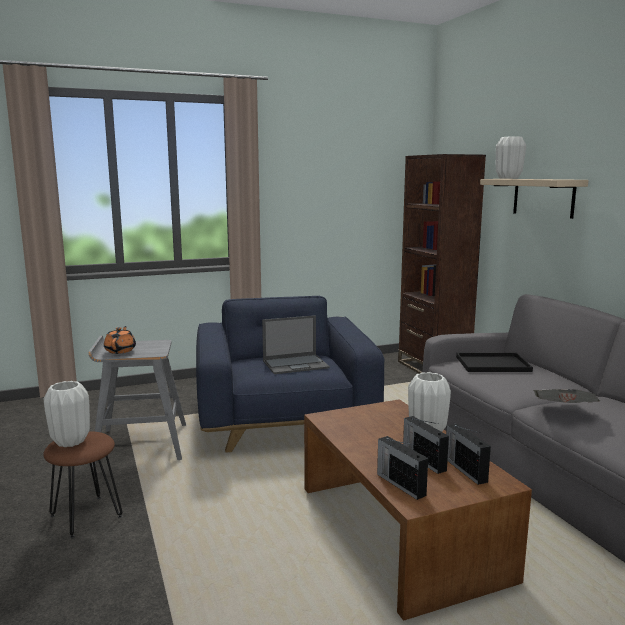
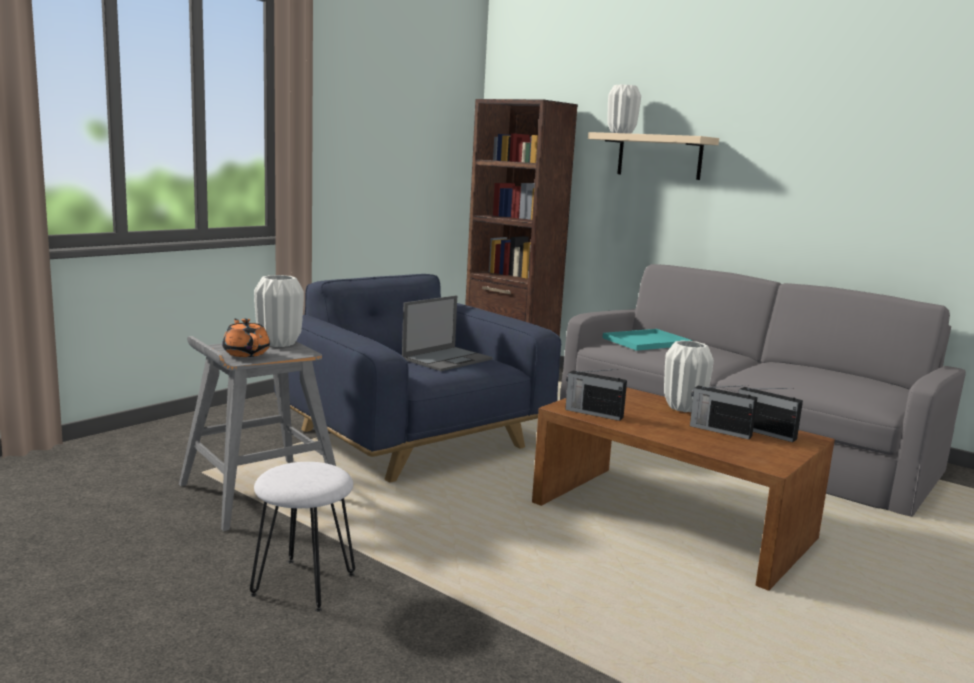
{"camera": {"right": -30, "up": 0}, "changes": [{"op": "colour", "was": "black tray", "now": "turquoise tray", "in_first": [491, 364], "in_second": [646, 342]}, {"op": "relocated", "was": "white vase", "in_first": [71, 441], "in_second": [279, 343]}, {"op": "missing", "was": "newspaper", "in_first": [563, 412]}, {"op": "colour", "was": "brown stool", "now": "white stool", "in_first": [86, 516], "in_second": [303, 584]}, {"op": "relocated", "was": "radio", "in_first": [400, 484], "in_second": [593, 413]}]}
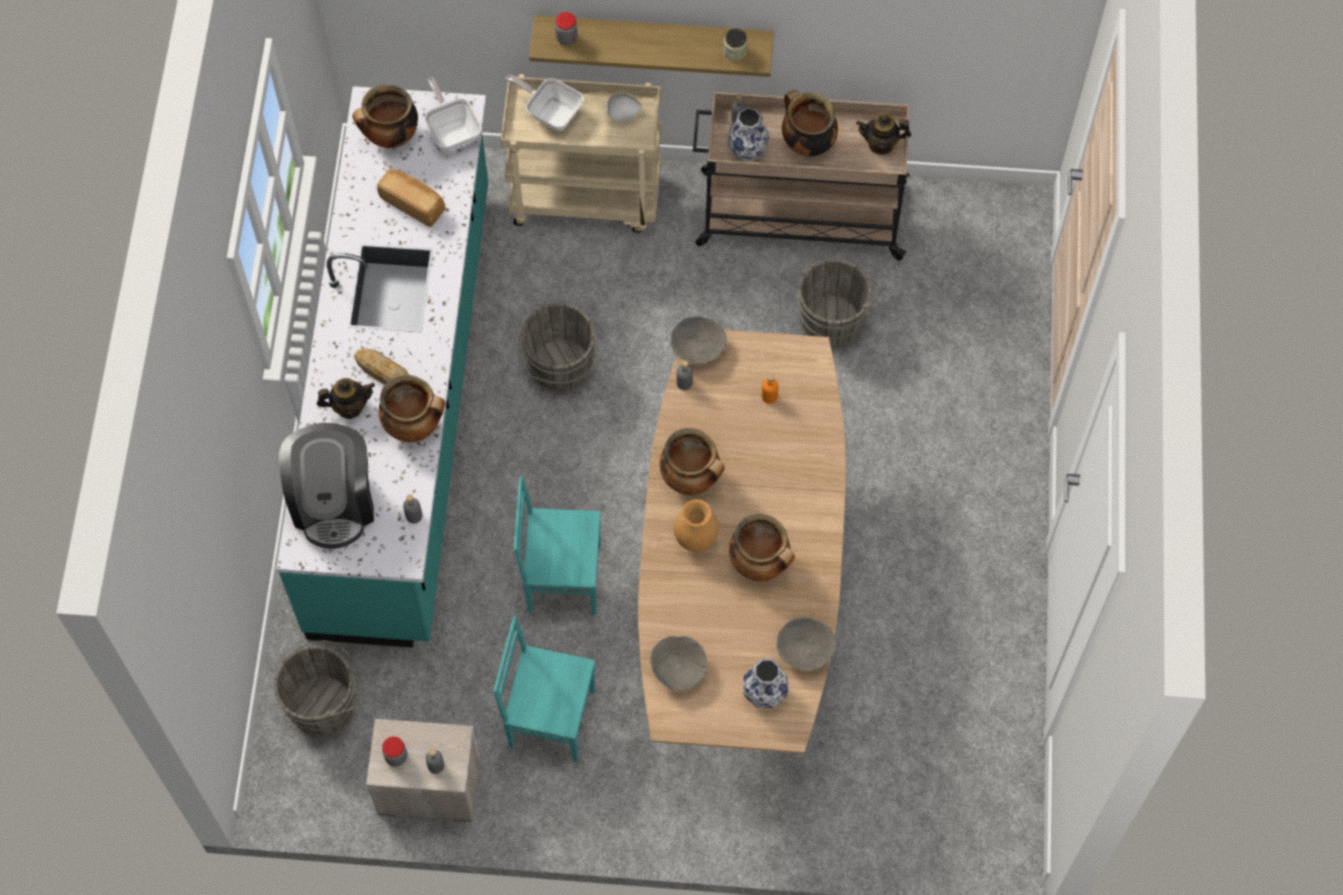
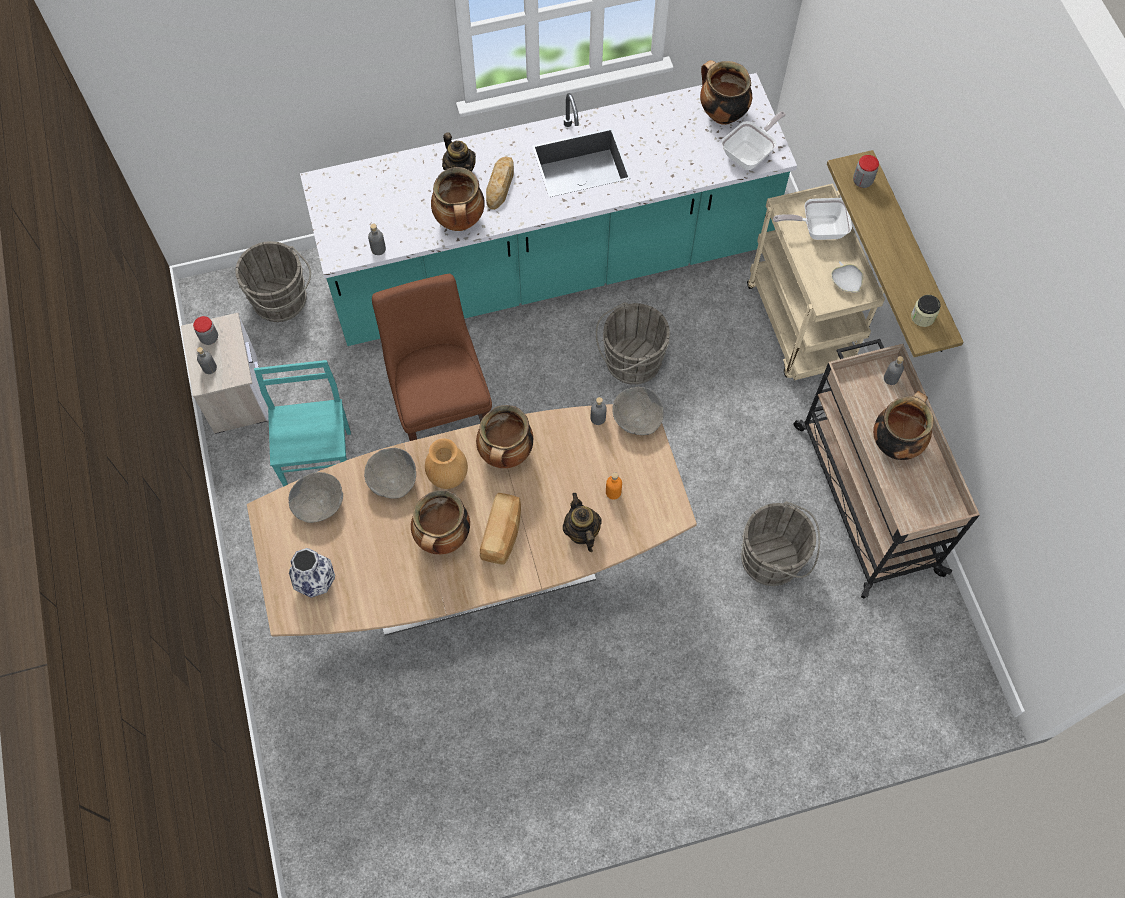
{"camera": {"right": 70, "up": 0}, "changes": [{"op": "spun", "was": "frying pan", "in_first": [551, 112], "in_second": [817, 229], "clockwise": -105}, {"op": "missing", "was": "vase", "in_first": [748, 151]}, {"op": "relocated", "was": "teapot", "in_first": [881, 144], "in_second": [581, 532]}, {"op": "relocated", "was": "bread", "in_first": [413, 203], "in_second": [503, 534]}, {"op": "missing", "was": "coffee machine", "in_first": [334, 501]}, {"op": "exchanged", "was": "turquoise chair", "now": "brown stool", "in_first": [562, 576], "in_second": [445, 427]}, {"op": "relocated", "was": "grey bowl", "in_first": [805, 650], "in_second": [393, 480]}]}
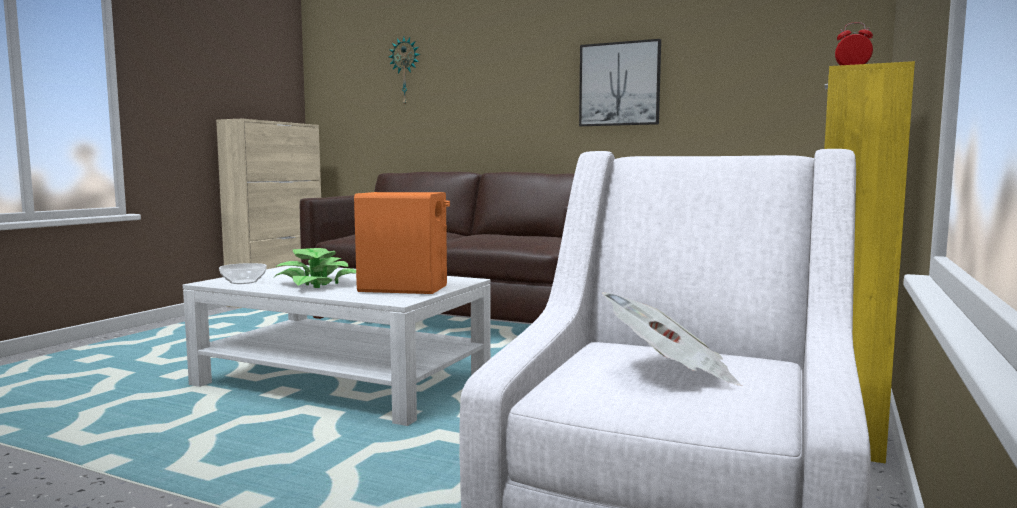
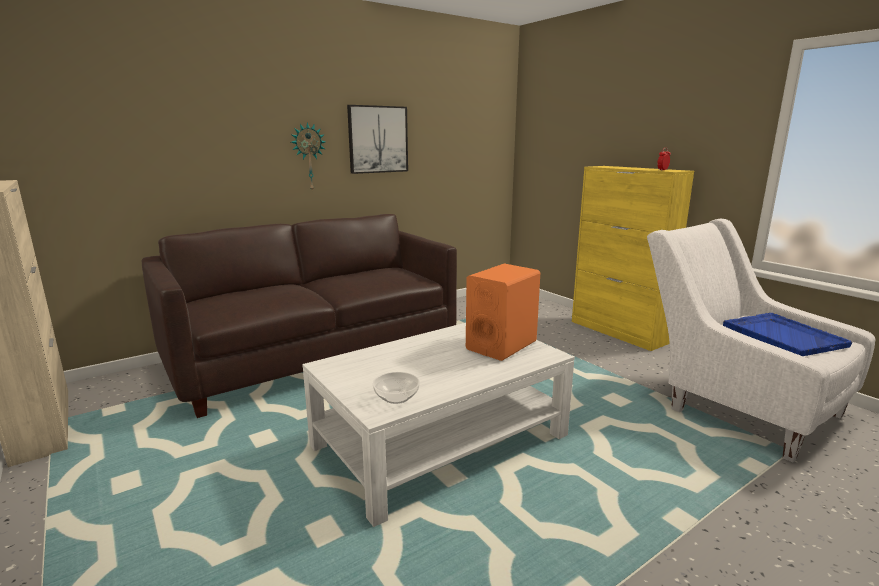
{"camera": {"right": -60, "up": 10}, "changes": [{"op": "relocated", "was": "wall clock", "in_first": [406, 71], "in_second": [308, 157]}, {"op": "missing", "was": "potted plant", "in_first": [318, 283]}, {"op": "exchanged", "was": "newspaper", "now": "blue tray", "in_first": [671, 373], "in_second": [782, 335]}]}
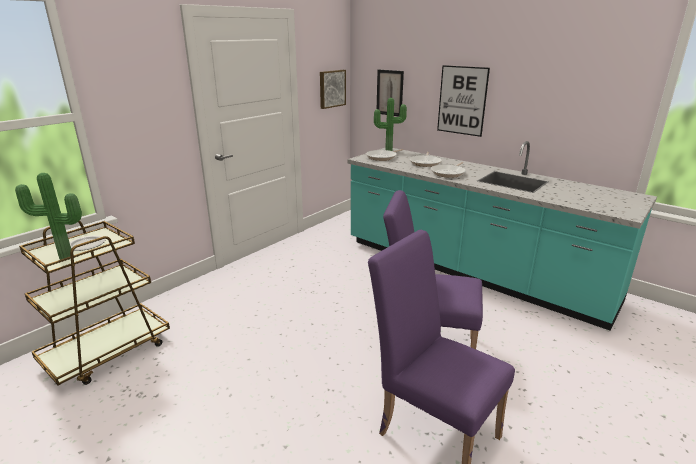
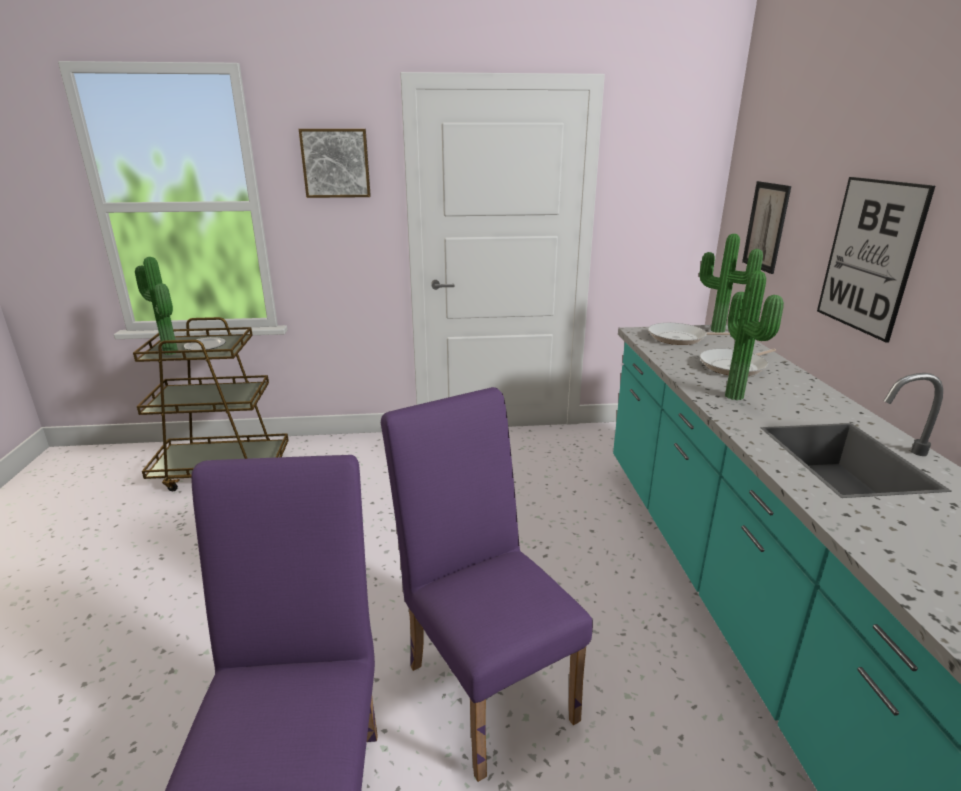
{"camera": {"right": 45, "up": 0}, "changes": [{"op": "relocated", "was": "picture", "in_first": [331, 88], "in_second": [336, 163]}, {"op": "exchanged", "was": "frying pan", "now": "potted plant", "in_first": [449, 173], "in_second": [737, 396]}]}
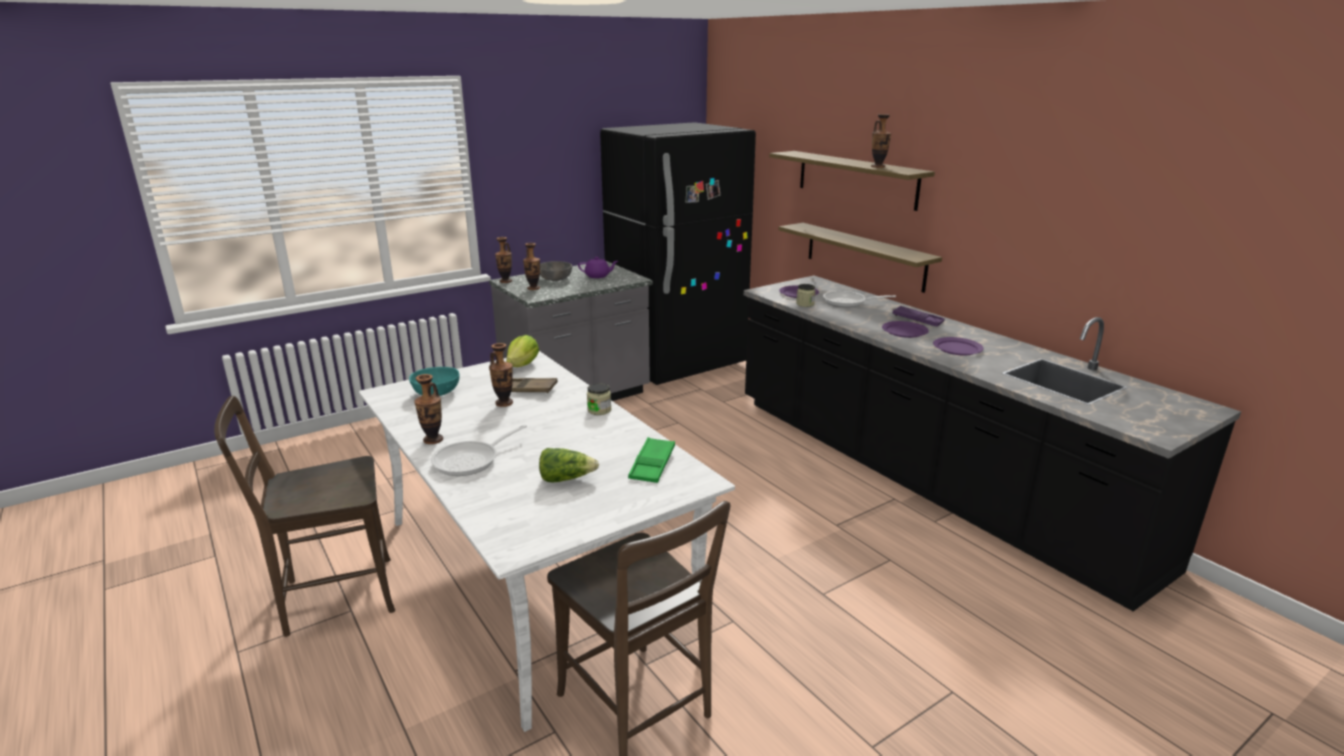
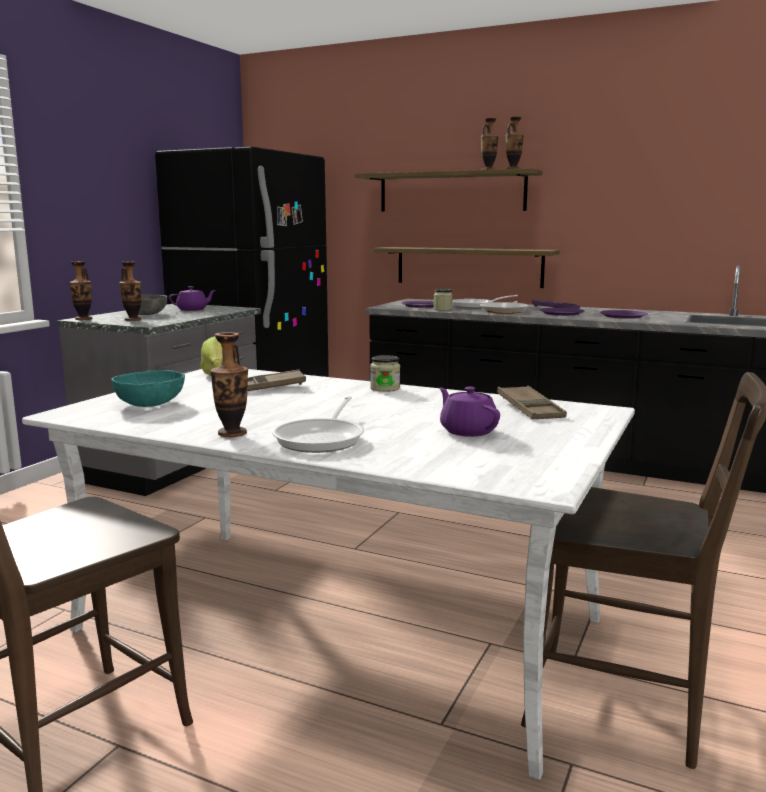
{"camera": {"right": -30, "up": -10}, "changes": [{"op": "relocated", "was": "vase", "in_first": [504, 403], "in_second": [513, 169]}, {"op": "colour", "was": "green tray", "now": "brown tray", "in_first": [652, 464], "in_second": [530, 409]}, {"op": "exchanged", "was": "lettuce", "now": "purple teapot", "in_first": [566, 479], "in_second": [468, 431]}, {"op": "appeared", "now": "frying pan", "in_second": [505, 311]}]}
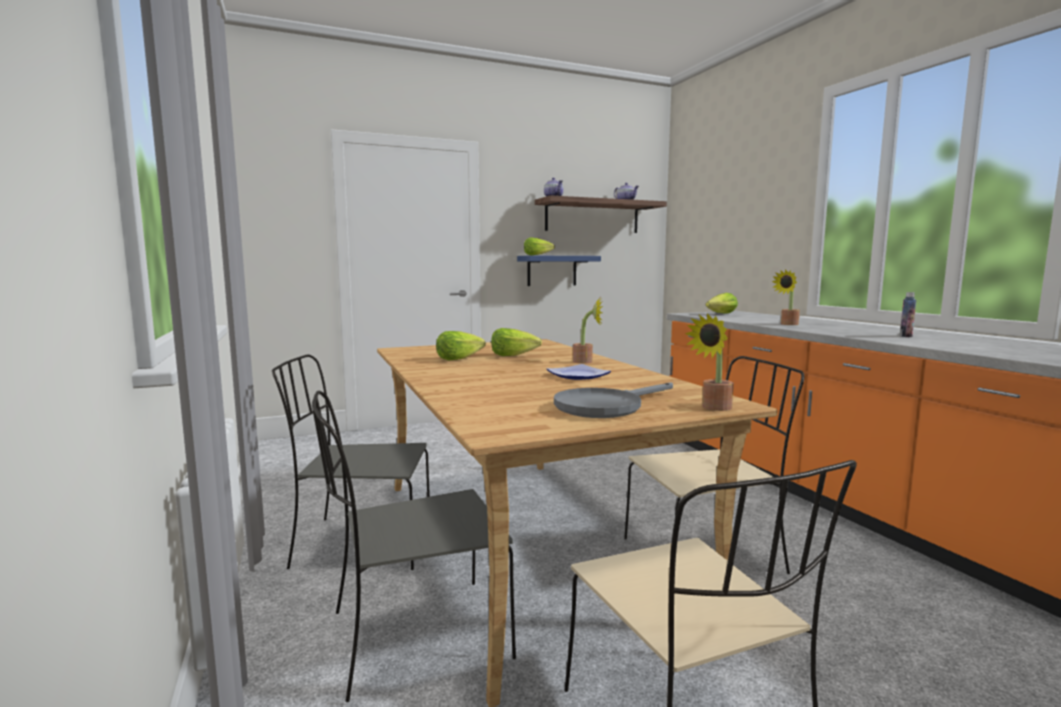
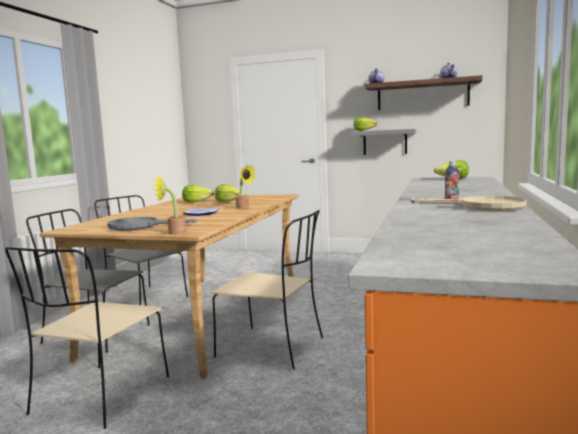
{"camera": {"right": 40, "up": 0}, "changes": [{"op": "colour", "was": "blue shelf", "now": "grey shelf", "in_first": [552, 270], "in_second": [385, 142]}, {"op": "missing", "was": "potted plant", "in_first": [787, 324]}, {"op": "appeared", "now": "beige frying pan", "in_second": [482, 207]}]}
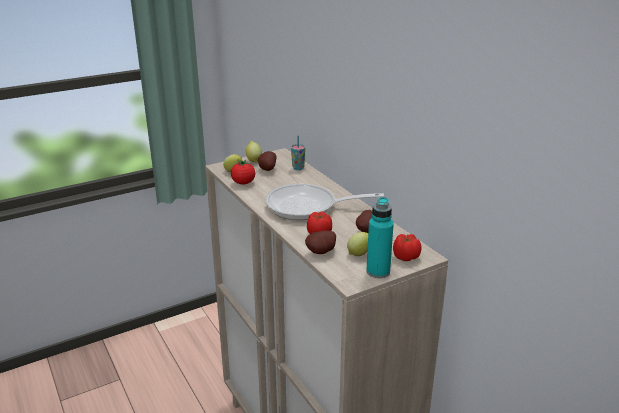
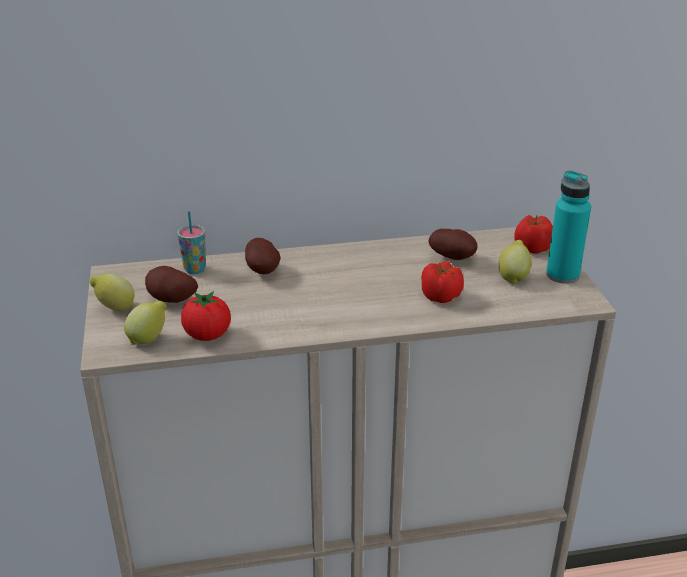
{"camera": {"right": -70, "up": 5}, "changes": [{"op": "missing", "was": "frying pan", "in_first": [307, 207]}, {"op": "relocated", "was": "potato", "in_first": [322, 252], "in_second": [263, 271]}]}
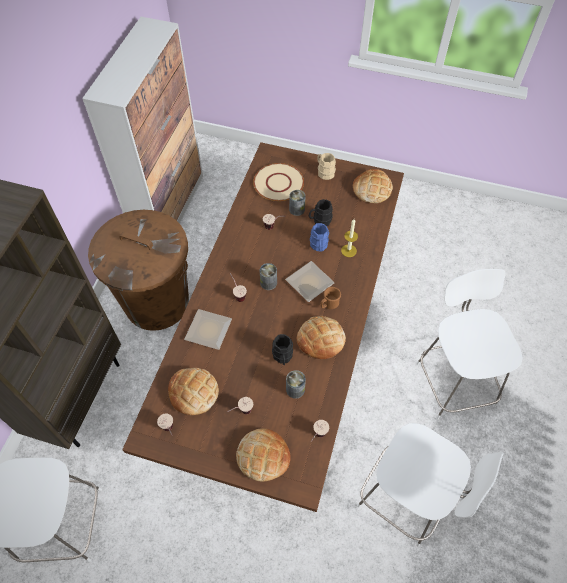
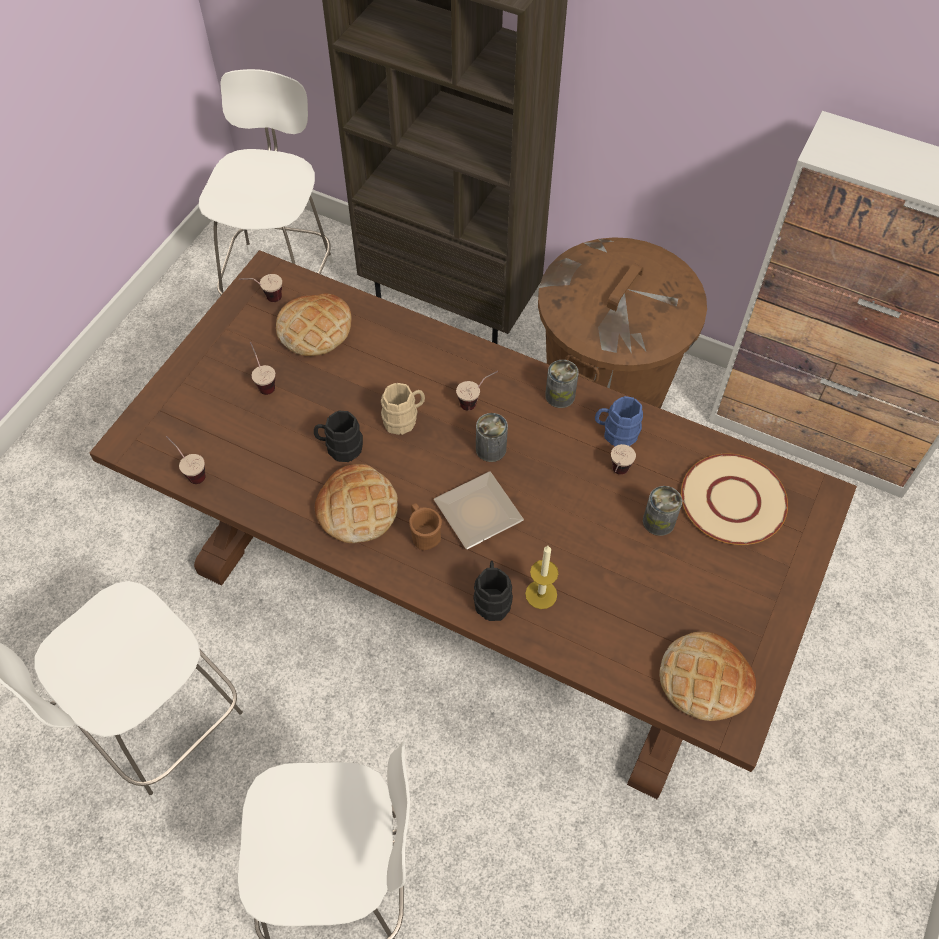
{"camera": {"right": 100, "up": 0}, "changes": [{"op": "relocated", "was": "beige mug", "in_first": [324, 172], "in_second": [404, 419]}, {"op": "relocated", "was": "black mug", "in_first": [320, 220], "in_second": [492, 598]}, {"op": "relocated", "was": "blue mug", "in_first": [318, 246], "in_second": [615, 433]}, {"op": "missing", "was": "plate", "in_first": [210, 329]}, {"op": "relocated", "was": "can", "in_first": [295, 389], "in_second": [560, 396]}, {"op": "missing", "was": "bread", "in_first": [263, 456]}]}
